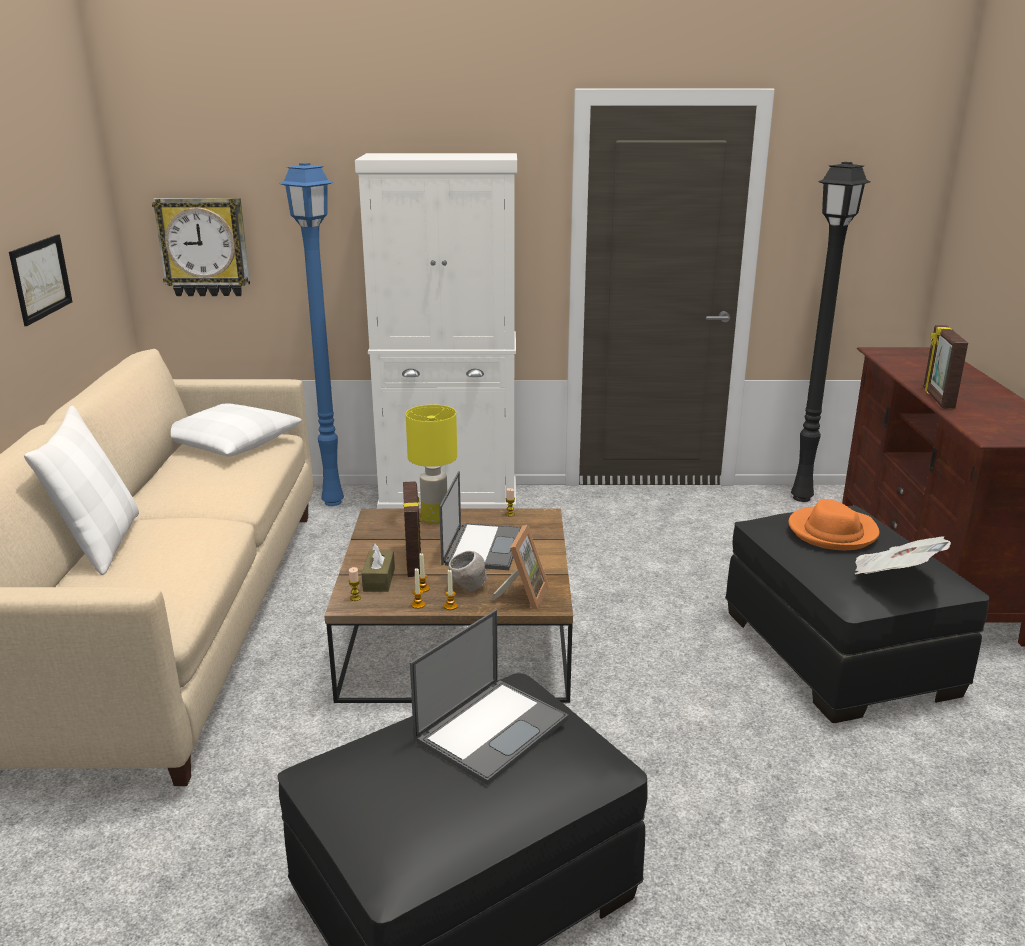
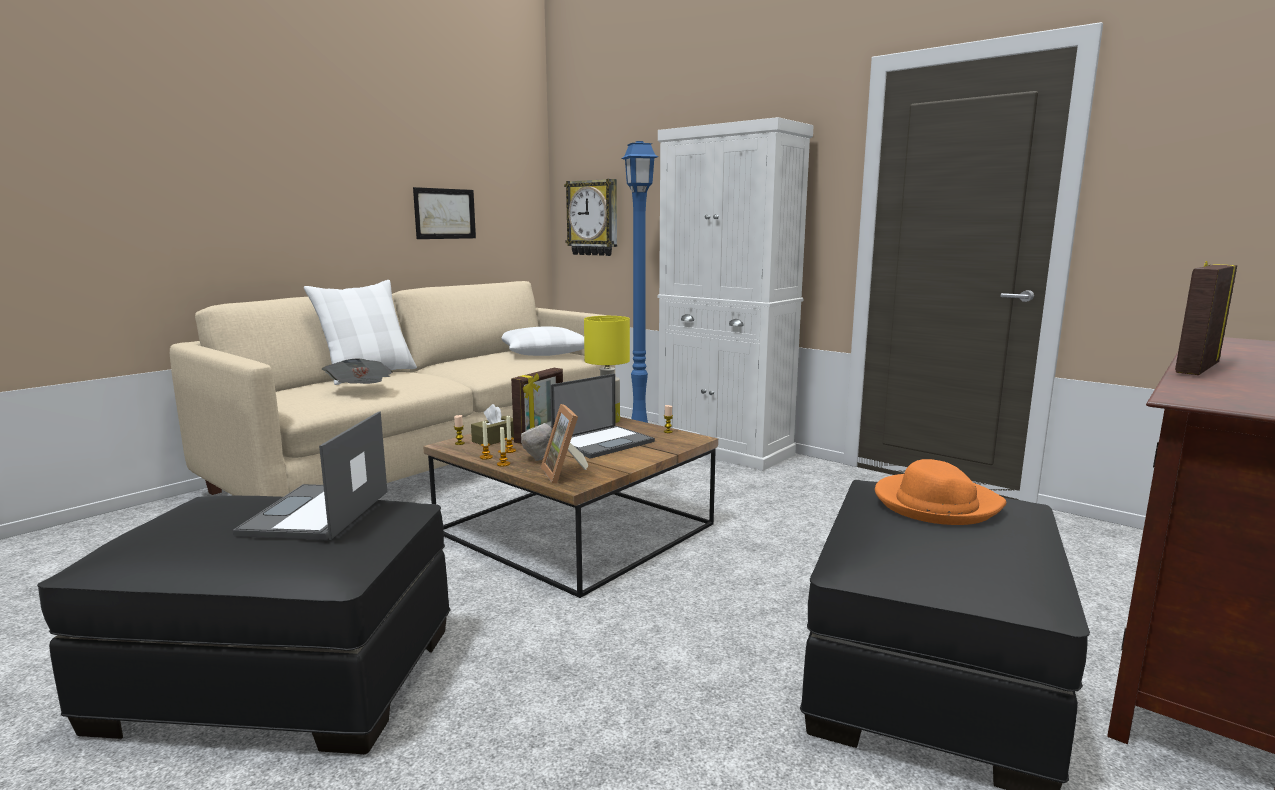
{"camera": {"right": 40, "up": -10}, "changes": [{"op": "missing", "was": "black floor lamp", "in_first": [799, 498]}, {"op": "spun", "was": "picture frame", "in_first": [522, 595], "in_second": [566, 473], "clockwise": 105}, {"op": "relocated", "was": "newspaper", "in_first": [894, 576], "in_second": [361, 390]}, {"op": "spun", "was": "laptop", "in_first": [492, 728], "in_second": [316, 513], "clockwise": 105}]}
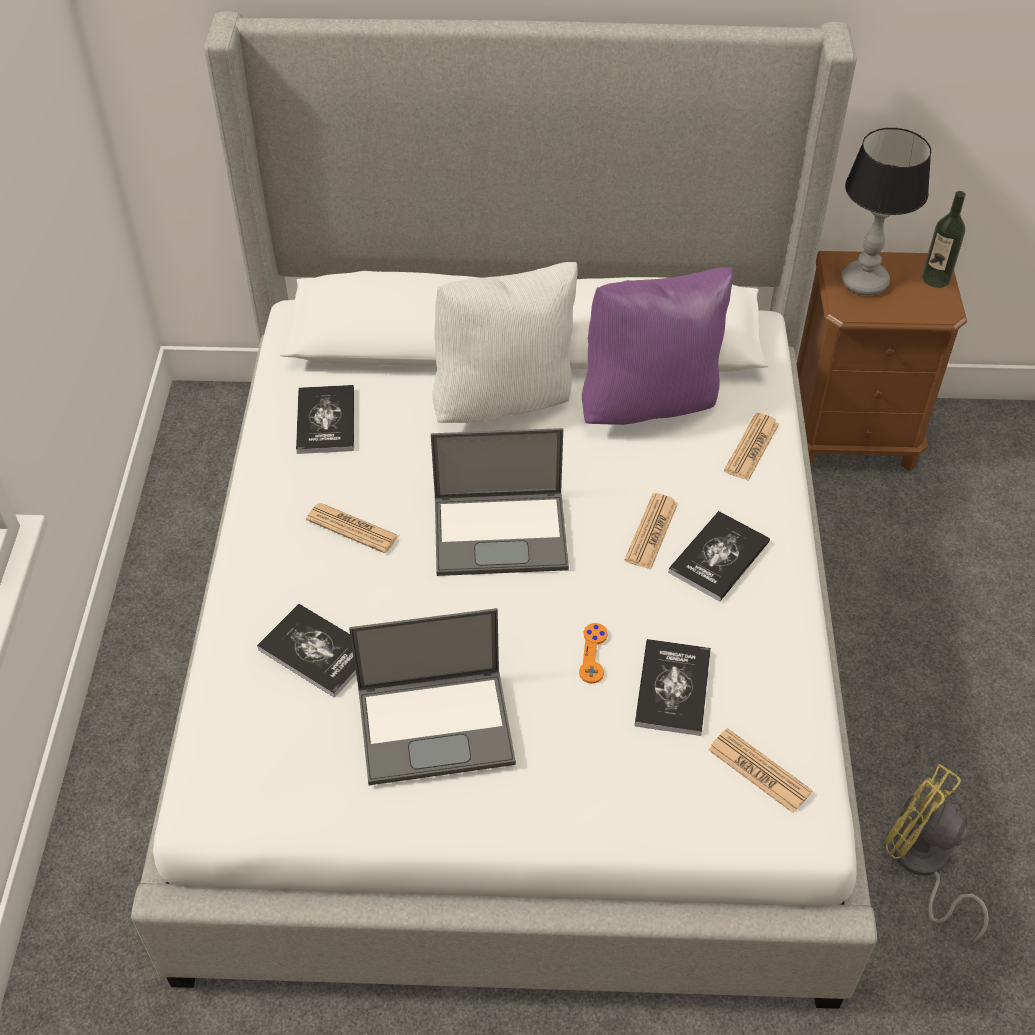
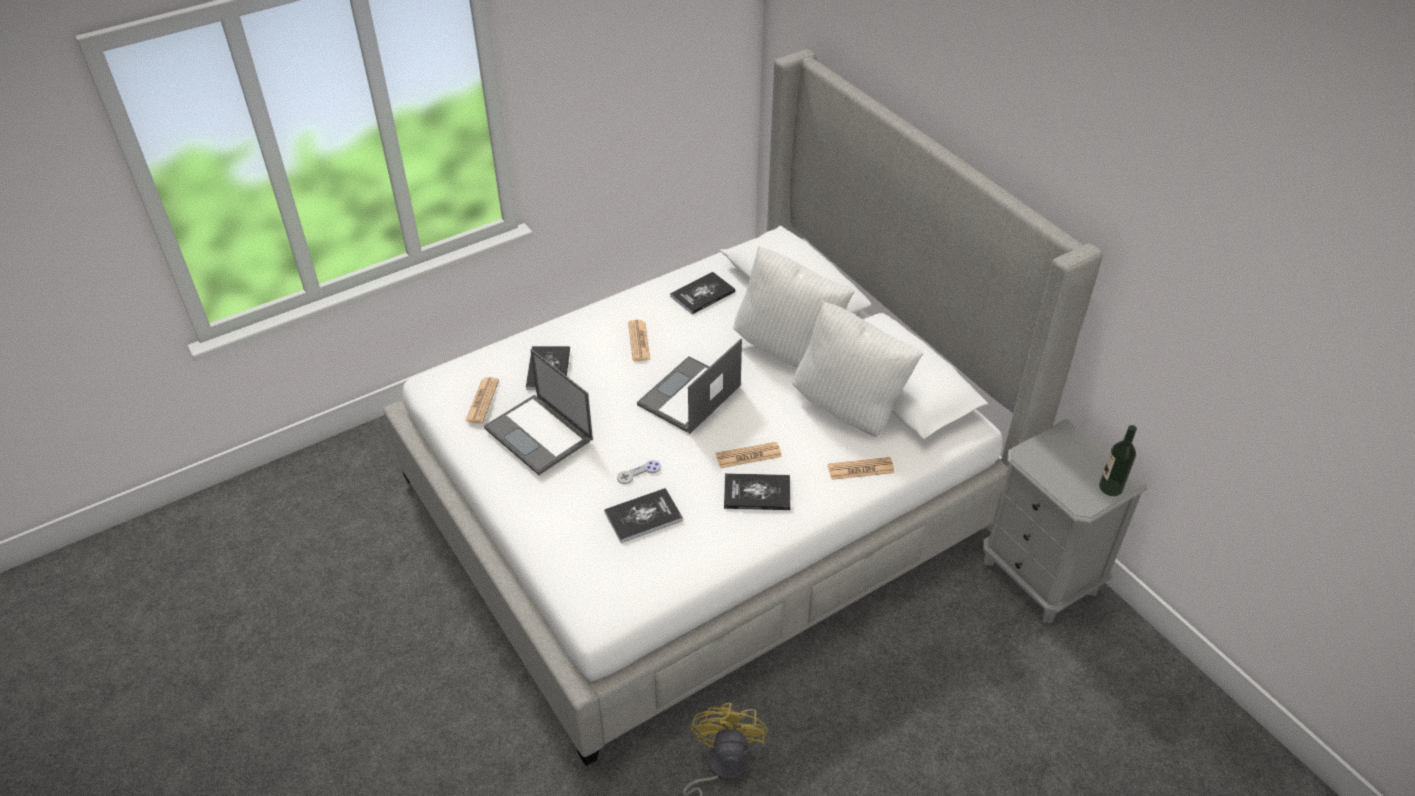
{"camera": {"right": 55, "up": -5}, "changes": [{"op": "missing", "was": "table lamp", "in_first": [864, 283]}, {"op": "colour", "was": "brown nightstand", "now": "grey nightstand", "in_first": [852, 436], "in_second": [1040, 575]}, {"op": "colour", "was": "purple pillow", "now": "white pillow", "in_first": [650, 403], "in_second": [850, 409]}, {"op": "spun", "was": "laptop", "in_first": [502, 532], "in_second": [689, 396], "clockwise": 75}, {"op": "colour", "was": "orange game controller", "now": "grey game controller", "in_first": [593, 654], "in_second": [639, 473]}, {"op": "relocated", "was": "newspaper", "in_first": [759, 771], "in_second": [482, 401]}]}
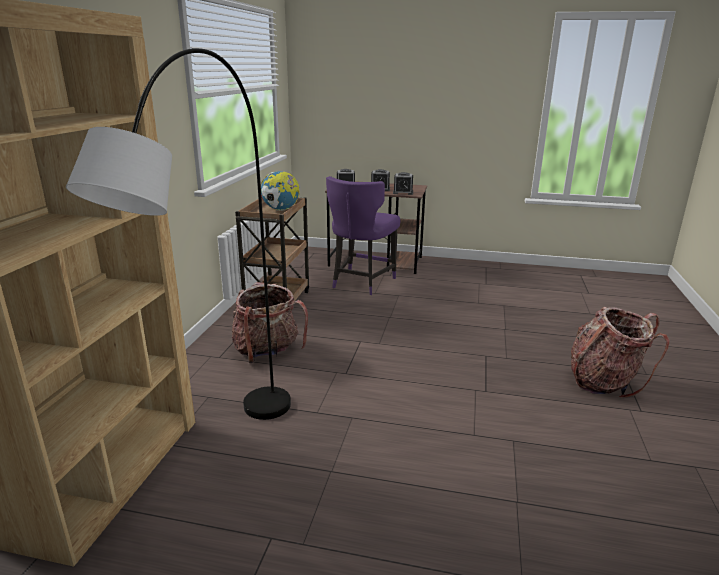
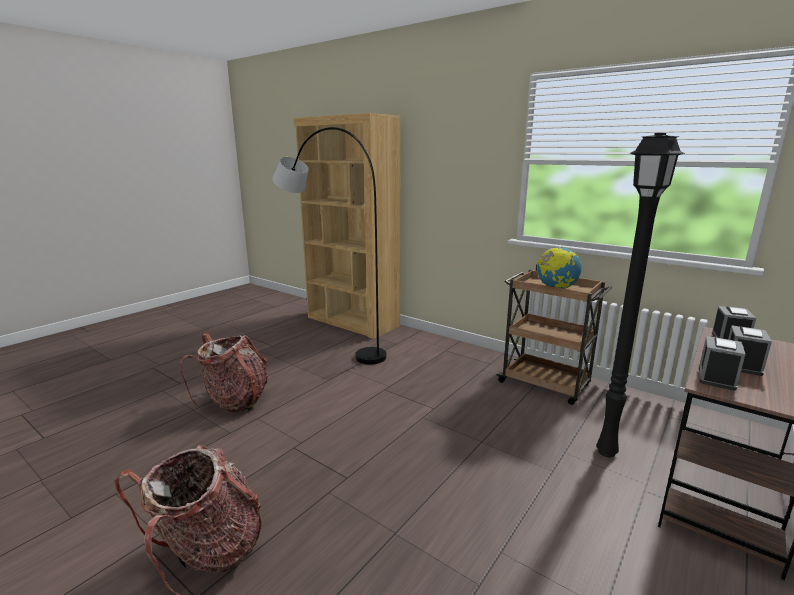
{"camera": {"right": 115, "up": -5}, "changes": [{"op": "exchanged", "was": "purple chair", "now": "black floor lamp", "in_first": [361, 283], "in_second": [605, 451]}, {"op": "relocated", "was": "backpack", "in_first": [267, 352], "in_second": [235, 401]}]}
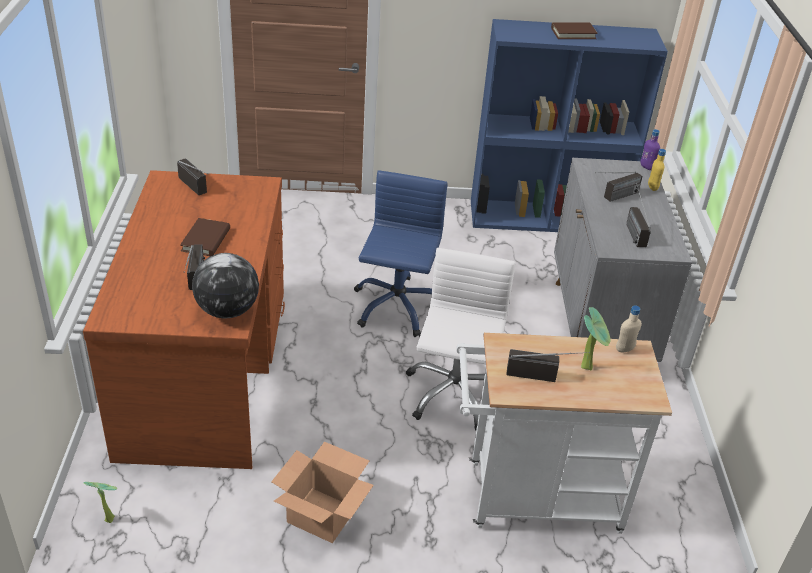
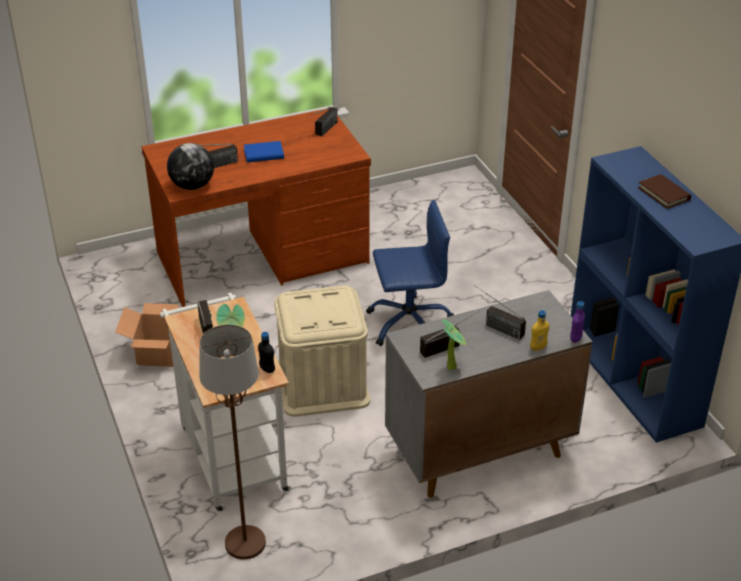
{"camera": {"right": 70, "up": 0}, "changes": [{"op": "colour", "was": "brown book", "now": "blue book", "in_first": [206, 240], "in_second": [264, 154]}, {"op": "exchanged", "was": "white office chair", "now": "beige storage box", "in_first": [454, 393], "in_second": [322, 383]}, {"op": "colour", "was": "beige bottle", "now": "black bottle", "in_first": [624, 349], "in_second": [267, 369]}, {"op": "relocated", "was": "potted plant", "in_first": [109, 517], "in_second": [452, 366]}, {"op": "appeared", "now": "brown floor lamp", "in_second": [245, 543]}]}
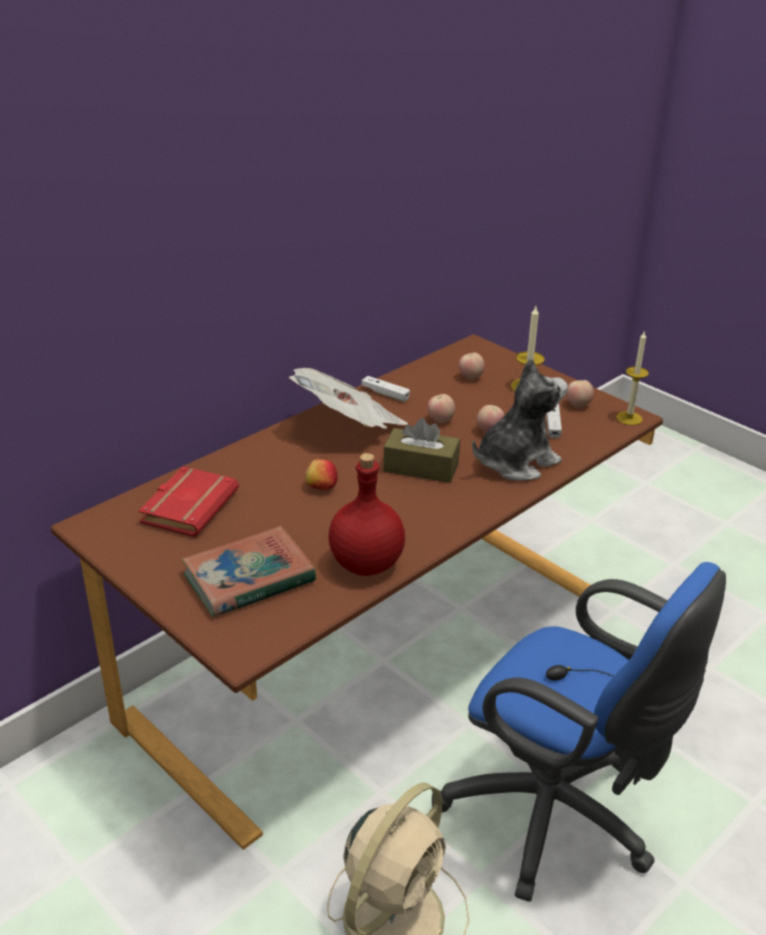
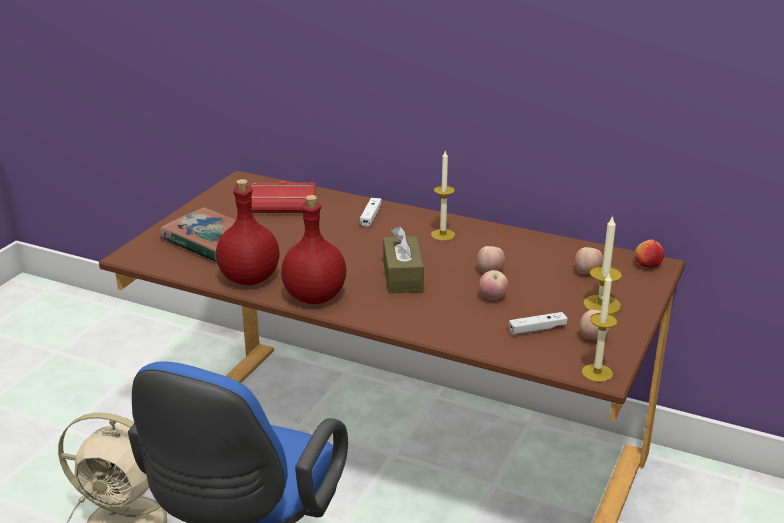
{"camera": {"right": 70, "up": -5}, "changes": [{"op": "missing", "was": "plush toy", "in_first": [515, 462]}, {"op": "exchanged", "was": "newspaper", "now": "candle", "in_first": [349, 426], "in_second": [443, 235]}, {"op": "relocated", "was": "white game controller", "in_first": [385, 394], "in_second": [371, 216]}, {"op": "relocated", "was": "apple", "in_first": [321, 486], "in_second": [647, 265]}, {"op": "appeared", "now": "red bottle", "in_second": [316, 296]}]}
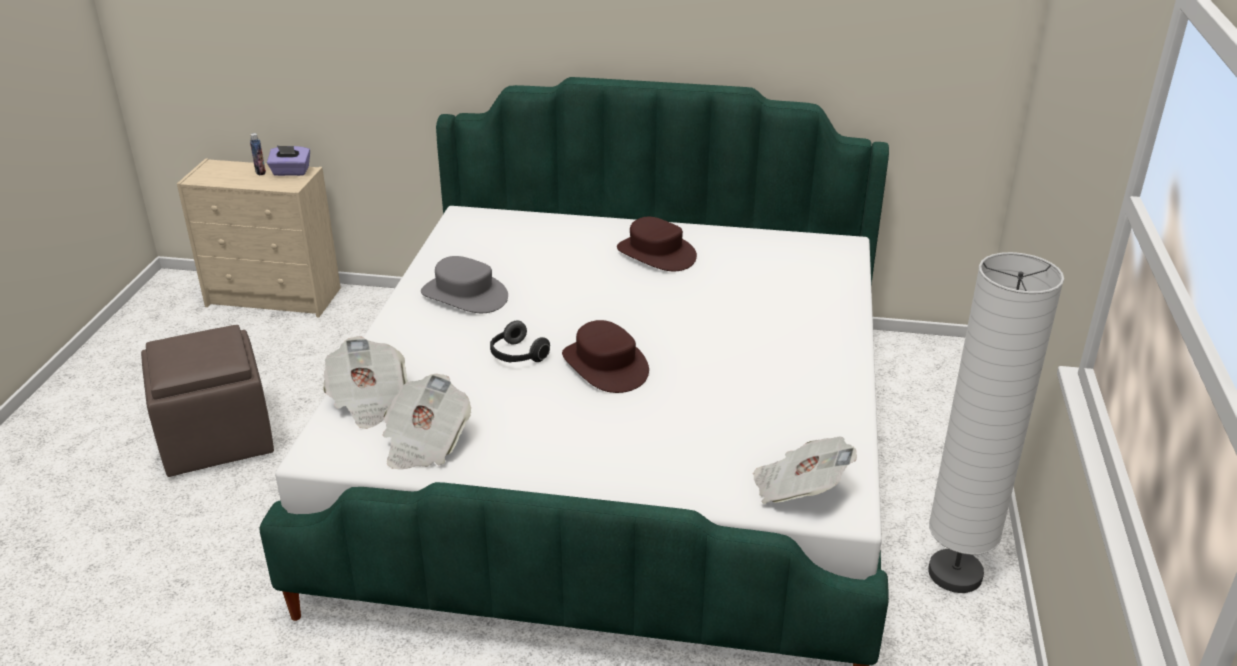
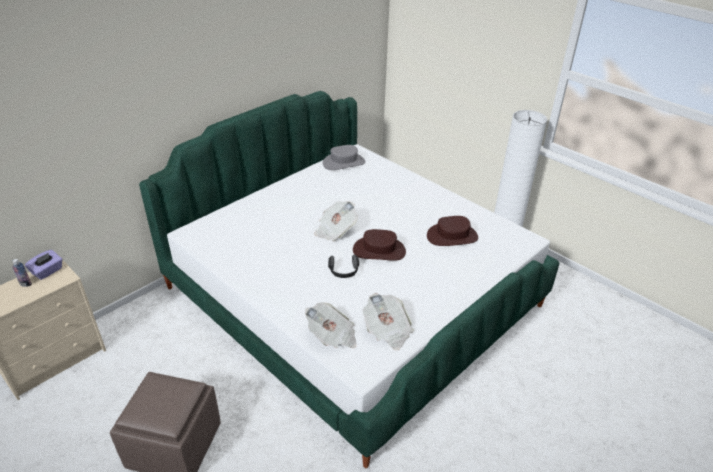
{"camera": {"right": -55, "up": 5}, "changes": [{"op": "relocated", "was": "brown hat", "in_first": [655, 254], "in_second": [452, 236]}, {"op": "relocated", "was": "grey hat", "in_first": [465, 295], "in_second": [344, 162]}, {"op": "relocated", "was": "newspaper", "in_first": [799, 490], "in_second": [335, 230]}]}
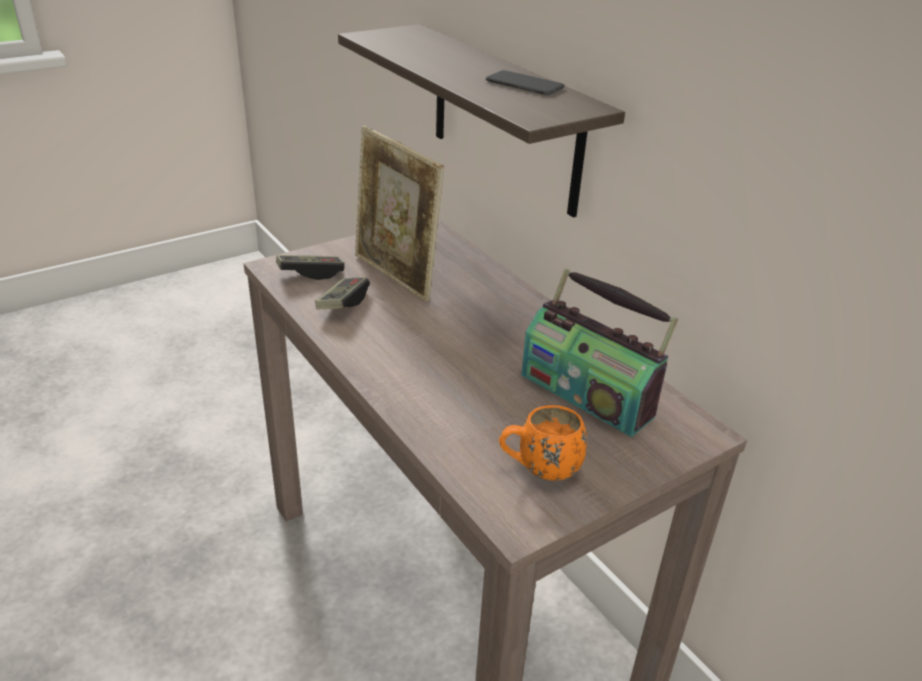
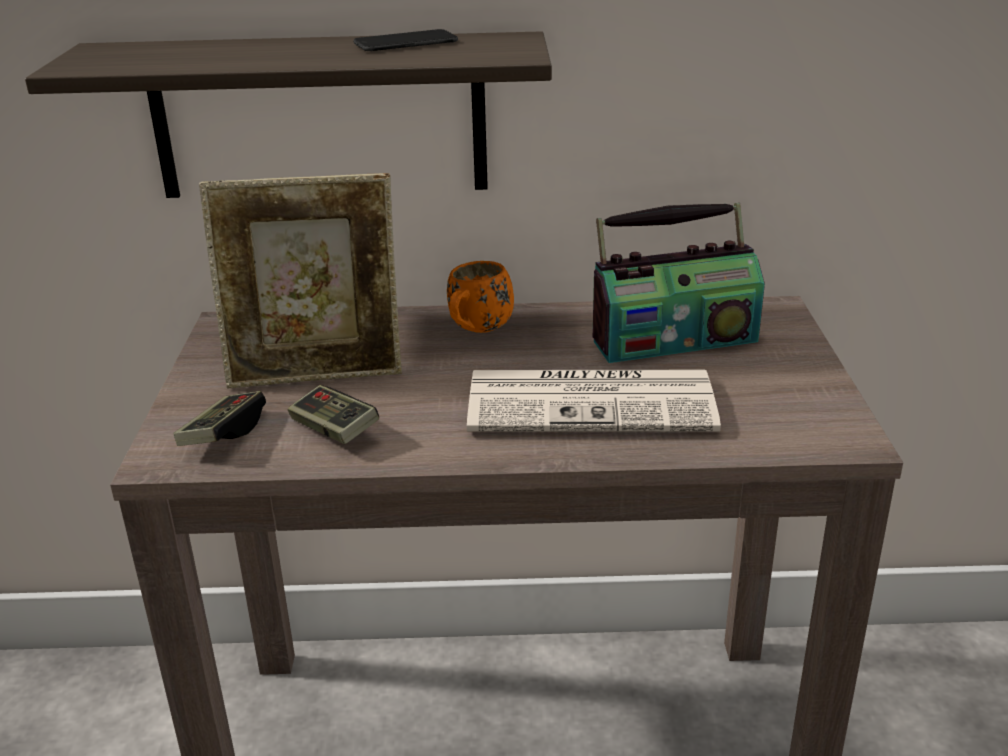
{"camera": {"right": -55, "up": -5}, "changes": [{"op": "relocated", "was": "orange mug", "in_first": [539, 469], "in_second": [476, 331]}, {"op": "appeared", "now": "newspaper", "in_second": [594, 402]}]}
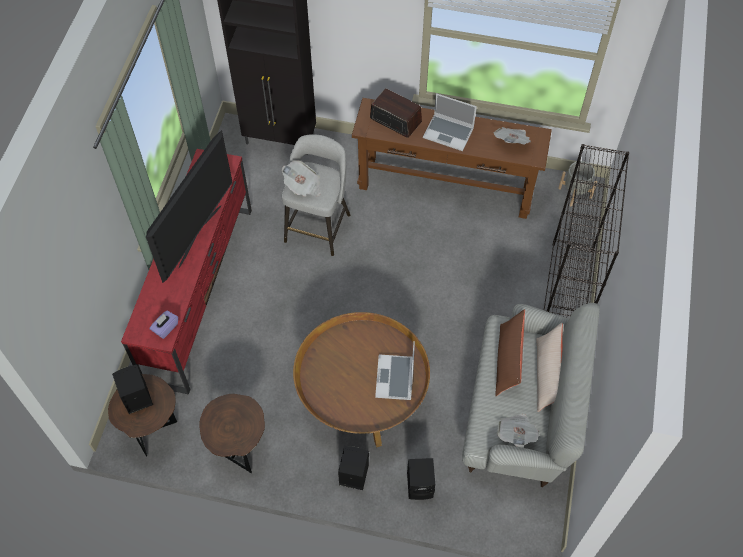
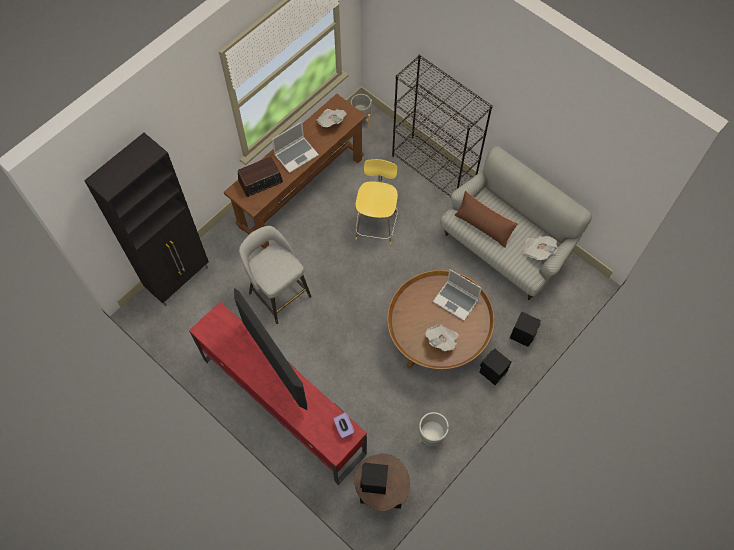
{"camera": {"right": -60, "up": 5}, "changes": [{"op": "relocated", "was": "newspaper", "in_first": [303, 186], "in_second": [442, 340]}, {"op": "missing", "was": "beige pillow", "in_first": [546, 375]}, {"op": "exchanged", "was": "brown side table", "now": "grey planter", "in_first": [239, 448], "in_second": [430, 438]}, {"op": "appeared", "now": "yellow stool", "in_second": [376, 224]}]}
